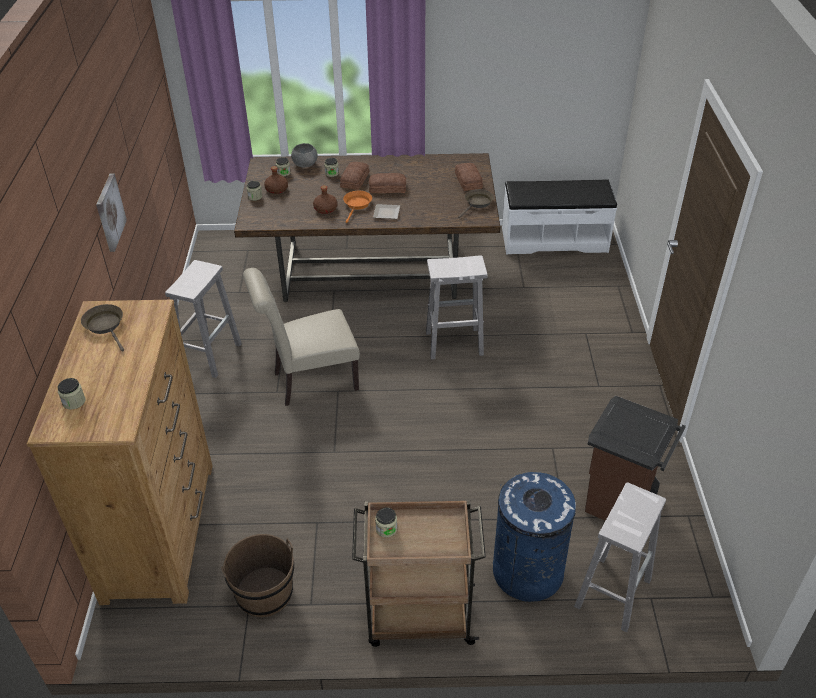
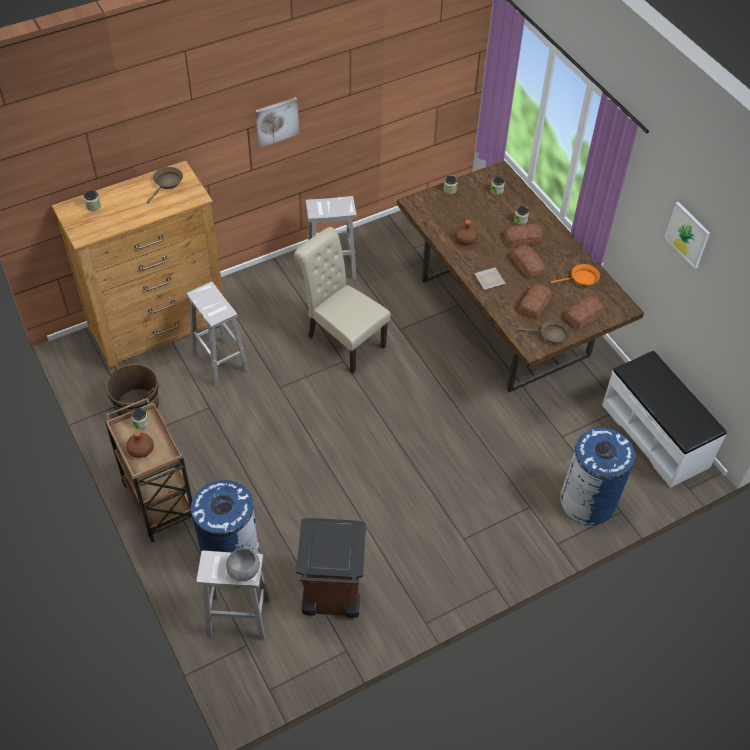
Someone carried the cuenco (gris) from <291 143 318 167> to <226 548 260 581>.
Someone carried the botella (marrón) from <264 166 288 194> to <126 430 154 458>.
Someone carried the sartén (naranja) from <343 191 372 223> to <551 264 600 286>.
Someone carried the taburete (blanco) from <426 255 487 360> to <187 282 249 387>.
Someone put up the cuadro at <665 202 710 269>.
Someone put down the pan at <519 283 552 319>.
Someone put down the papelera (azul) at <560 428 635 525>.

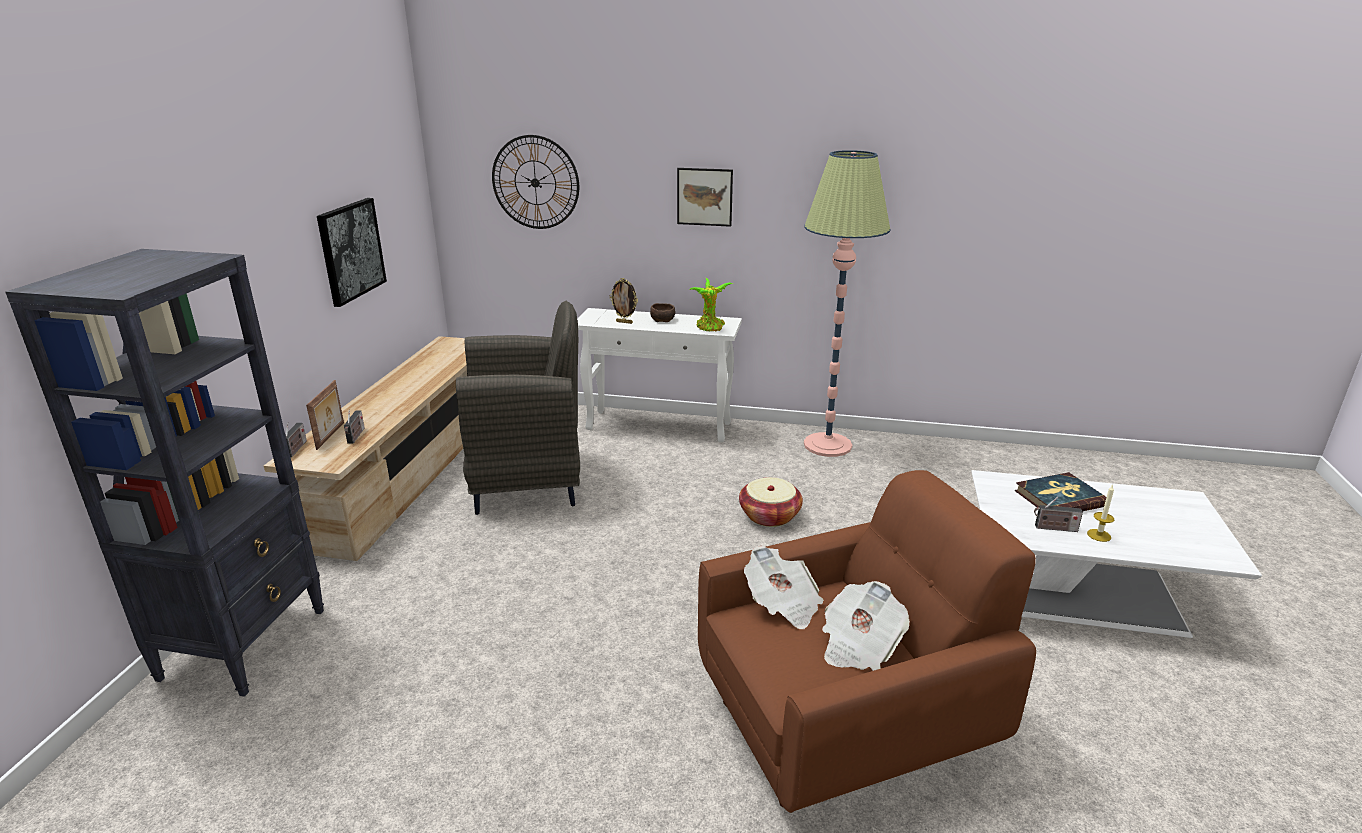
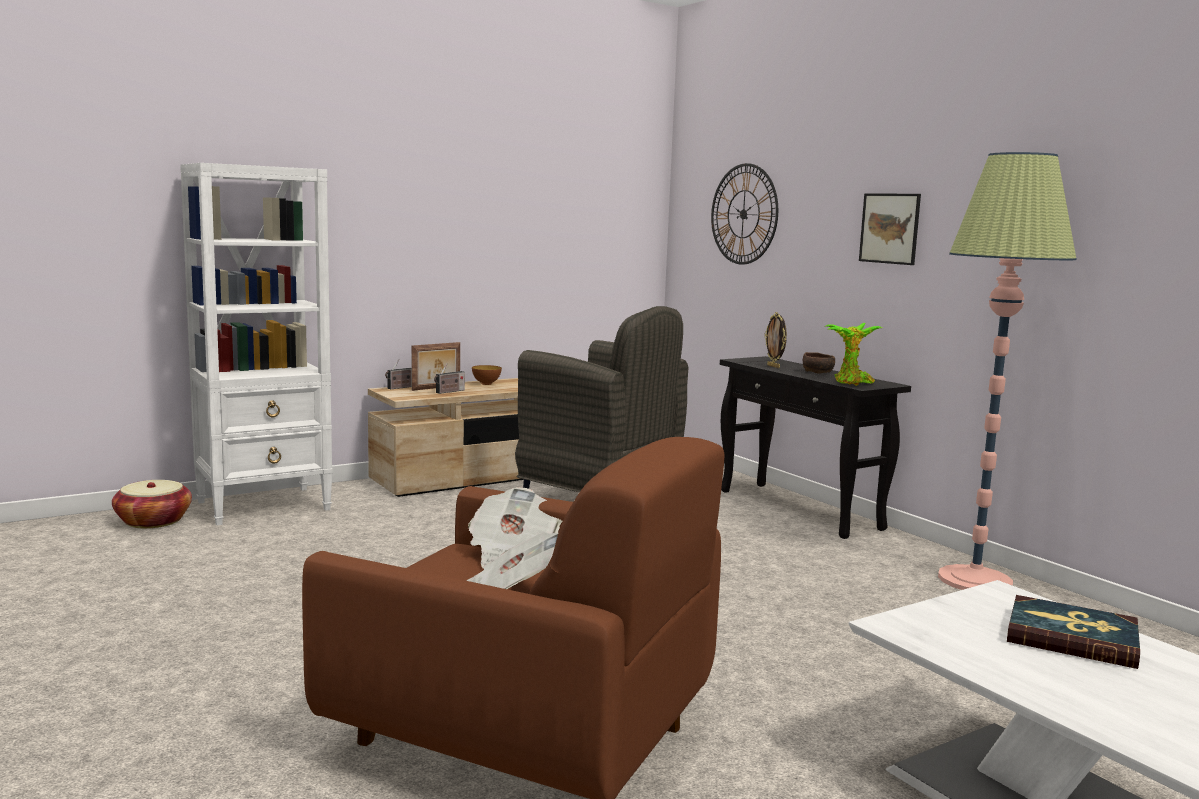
Someone took away the cuadro at <317 198 387 307>.
Someone repainted the estantería (negro) at <5 249 324 697>, which became the estantería (blanco) at <180 163 333 526>.
Someone repainted the mesa consola (blanco) at <577 308 742 443>, which became the mesa consola (negro) at <720 356 911 539>.
Someone carried the cesta from <739 477 803 527> to <112 480 192 528>.
Someone took away the vela at <1087 485 1114 542>.
Someone took away the radio at <1034 497 1083 532>.
Someone put down the cuenco at <472 365 502 385>.

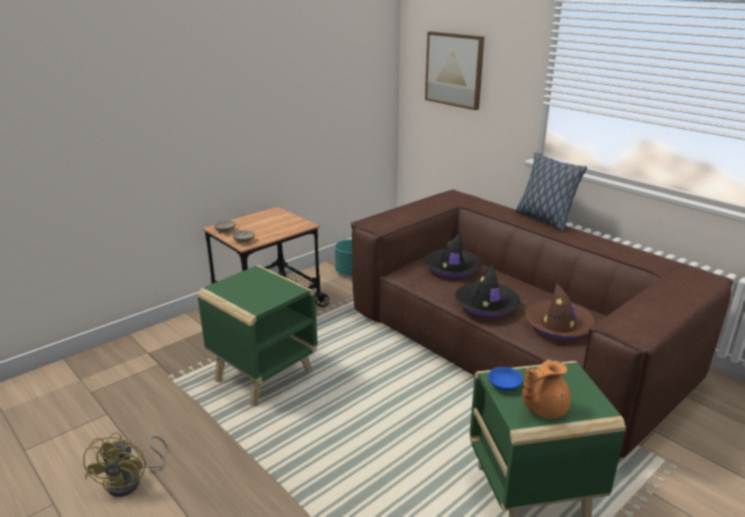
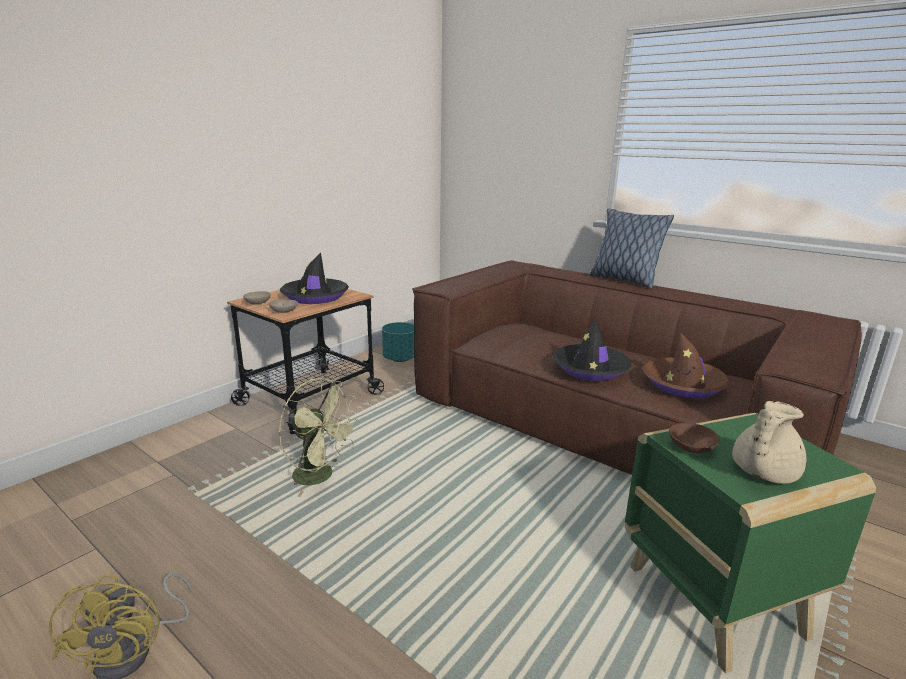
Someone took away the cuadro at <425 31 484 110>.
Someone carried the sombrero (negro) from <424 232 482 278> to <280 253 349 304>.
Someone swapped the mesa auxiliar (verde) at <198 265 318 407> for the ventilador (verde) at <279 378 360 497>.
Someone repainted the tetera (naranja) at <522 360 571 418>, which became the tetera (beis) at <732 401 806 484>.
Someone repainted the cuenco (azul) at <488 367 523 391>, which became the cuenco (marrón) at <669 423 720 454>.

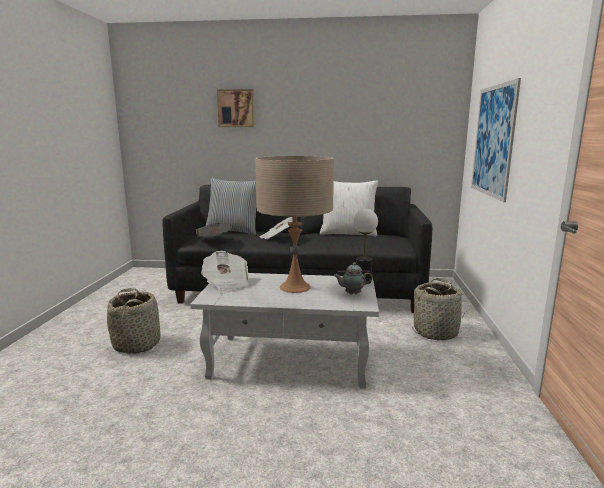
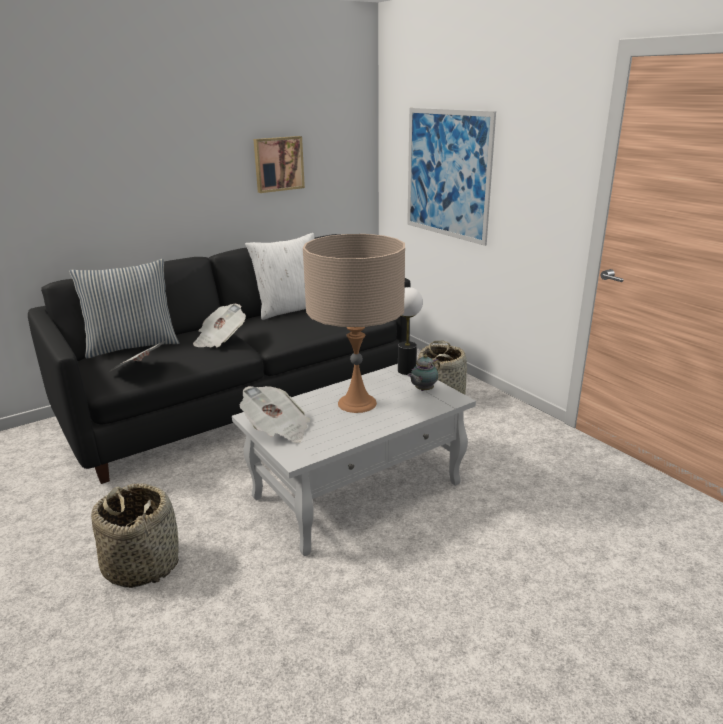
Someone carried the cuadro from <217 89 255 127> to <253 136 305 193>.

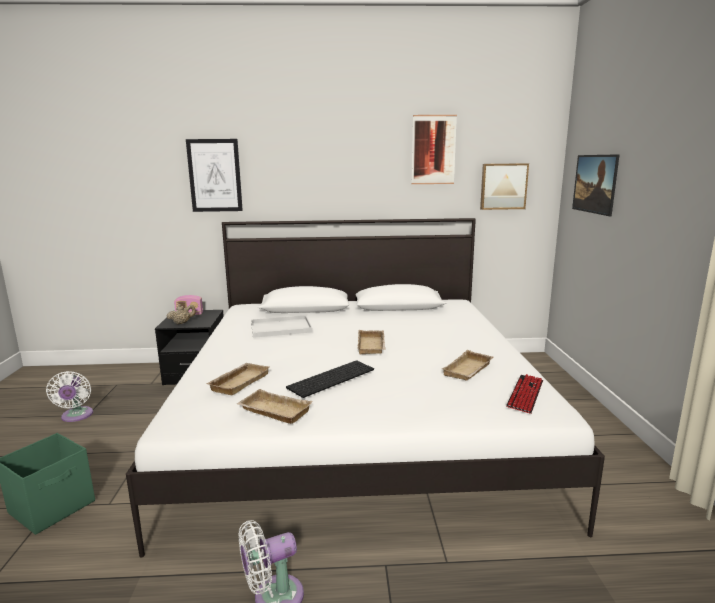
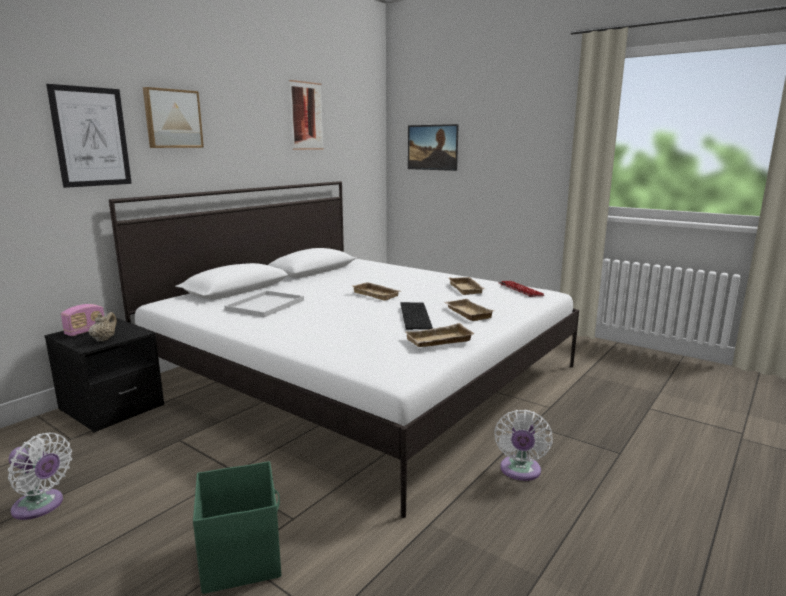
Someone carried the cuadro from <480 163 529 210> to <143 87 204 148>.
Someone carried the bandeja (beis) from <206 363 270 395> to <444 299 495 321>.

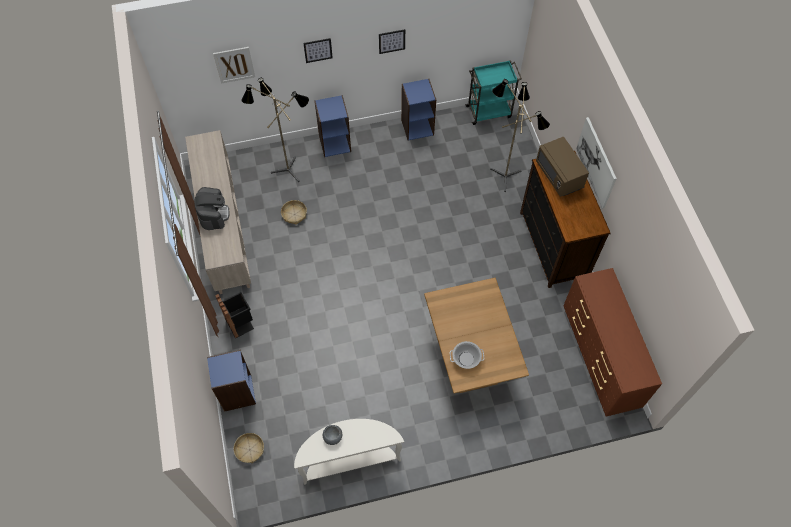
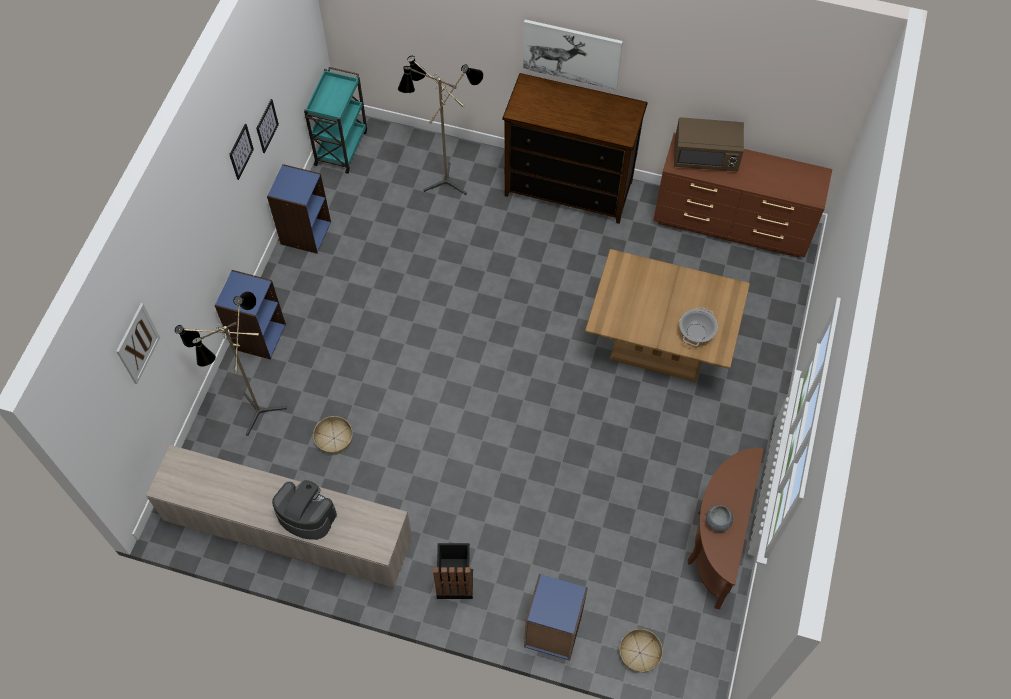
Someone carried the cuadro from <303 38 333 63> to <256 99 279 153>.
Someone carried the microondas (marrón) from <536 137 589 197> to <674 117 744 172>.
Someone repainted the mesa consola (blanco) at <294 419 404 485>, which became the mesa consola (marrón) at <688 448 763 610>.

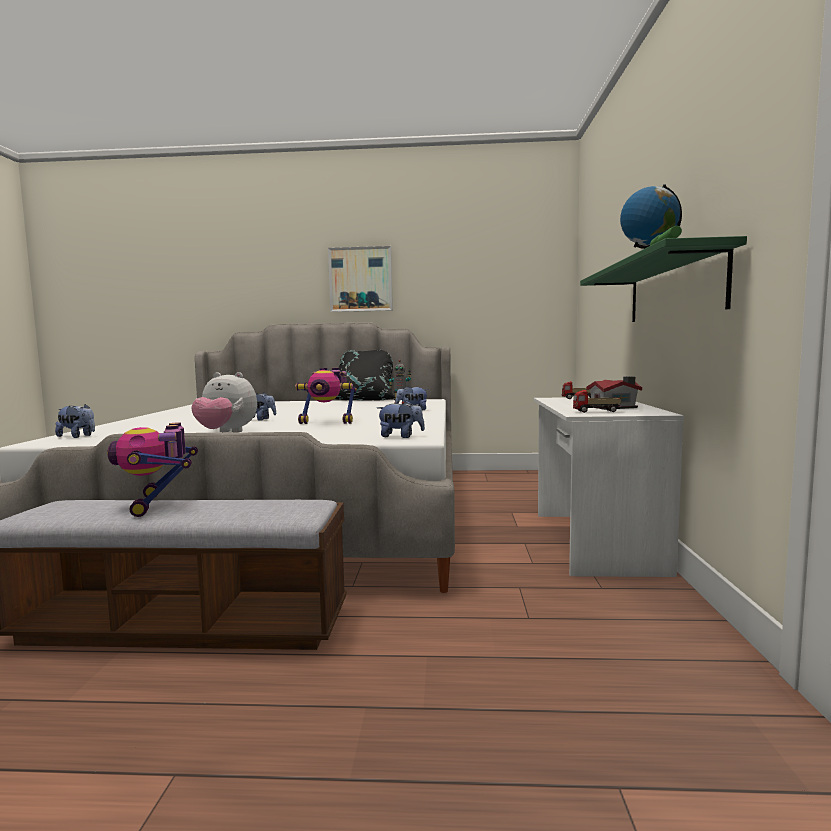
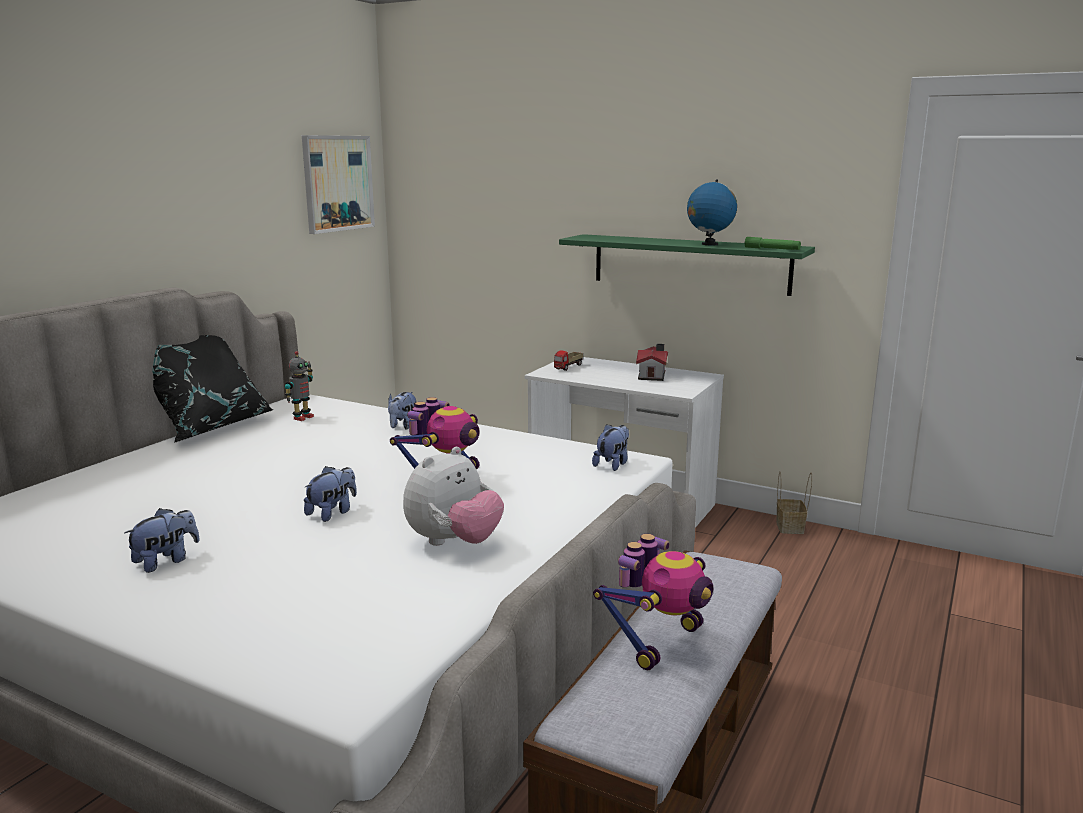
Someone carried the cuadro from <328 246 393 312> to <302 135 375 234>.
Someone took away the camión de juguete at <573 390 621 413>.
Someone carried the peluche from <55 404 95 438> to <124 508 200 573>.
Someone rotated the robot de juguete at <107 422 198 517> by 60 degrees counterclockwise.
Someone put down the cesta at <776 472 812 534>.

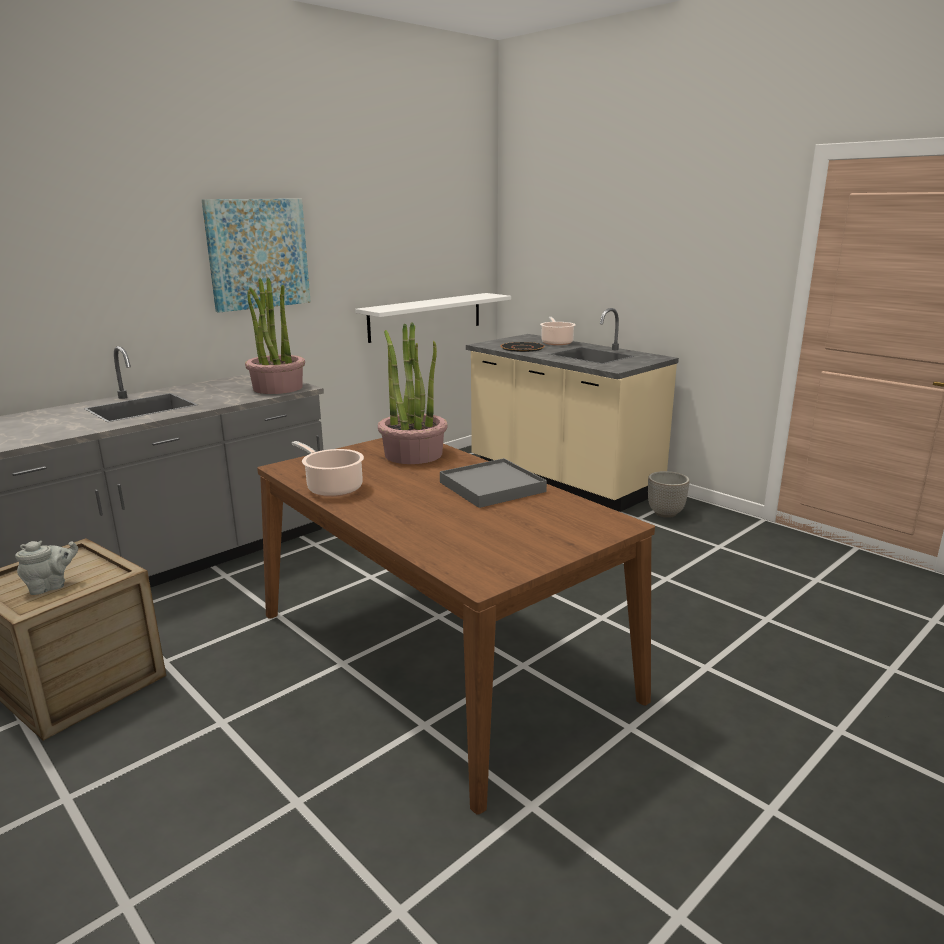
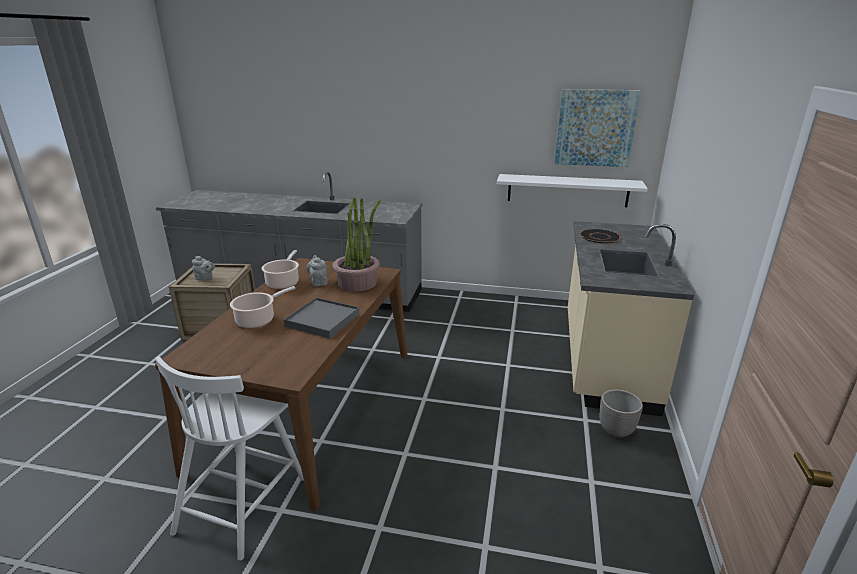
Someone carried the cuadro from <201 199 311 313> to <554 89 640 167>.
Someone took away the planta en maceta at <245 278 305 394>.
Someone carried the olla from <540 317 576 345> to <230 286 296 328>.
Someone put down the tetera (gris) at <306 255 328 286>.
Someone put down the silla (blanco) at <155 356 304 561>.

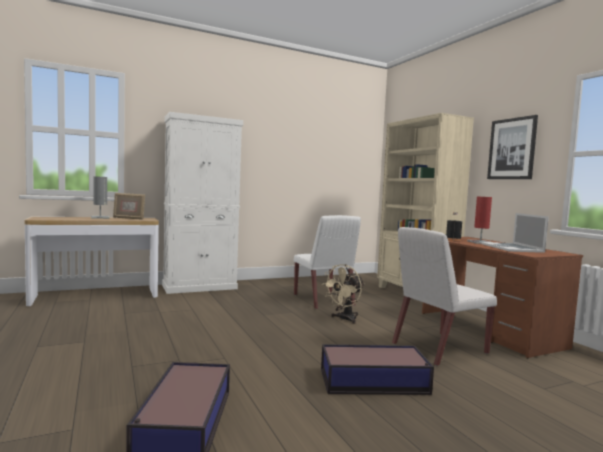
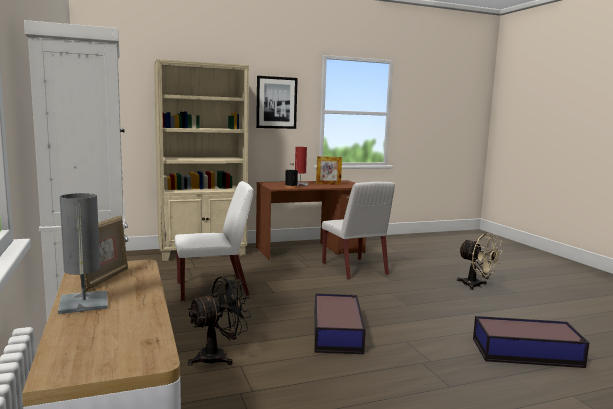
Someone swapped the portátil at <481 213 549 253> for the portarretratos at <316 156 342 185>.
Someone carried the ventilador (beis) from <322 264 364 324> to <457 233 503 290>.
Someone carried the caja de almacenaje from <321 344 434 395> to <314 294 366 354>.
Someone put down the ventilador (negro) at <188 275 251 366>.

